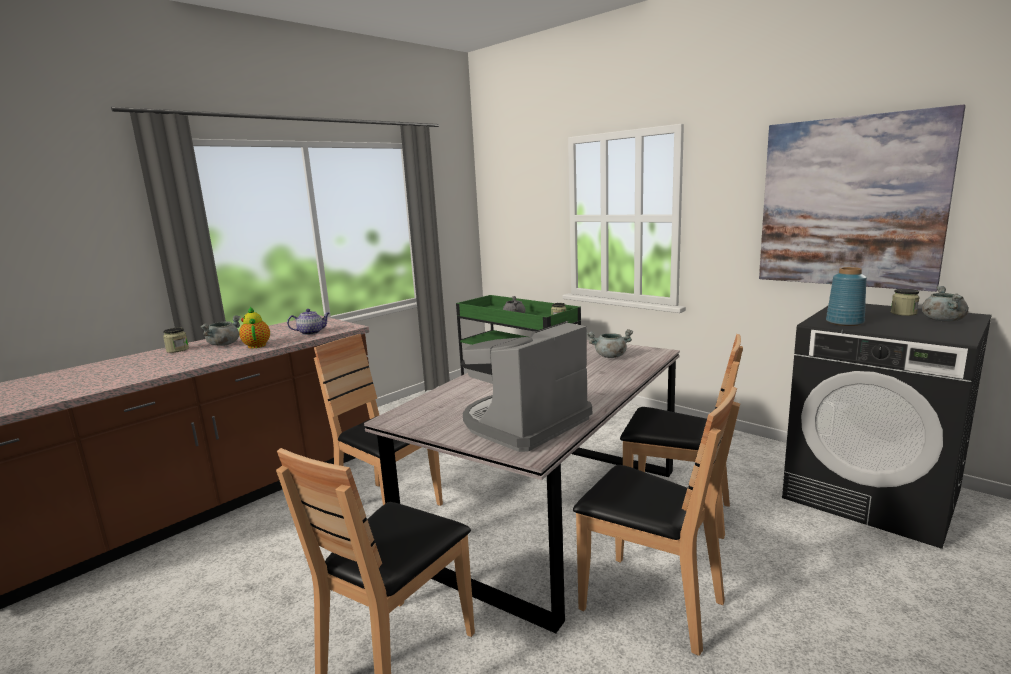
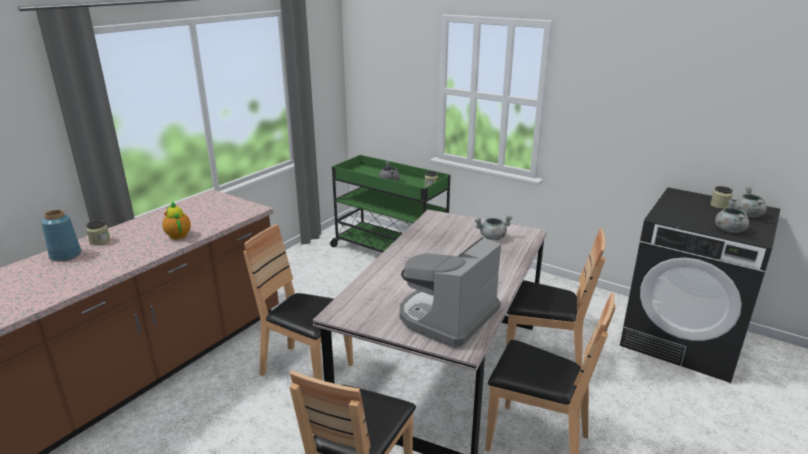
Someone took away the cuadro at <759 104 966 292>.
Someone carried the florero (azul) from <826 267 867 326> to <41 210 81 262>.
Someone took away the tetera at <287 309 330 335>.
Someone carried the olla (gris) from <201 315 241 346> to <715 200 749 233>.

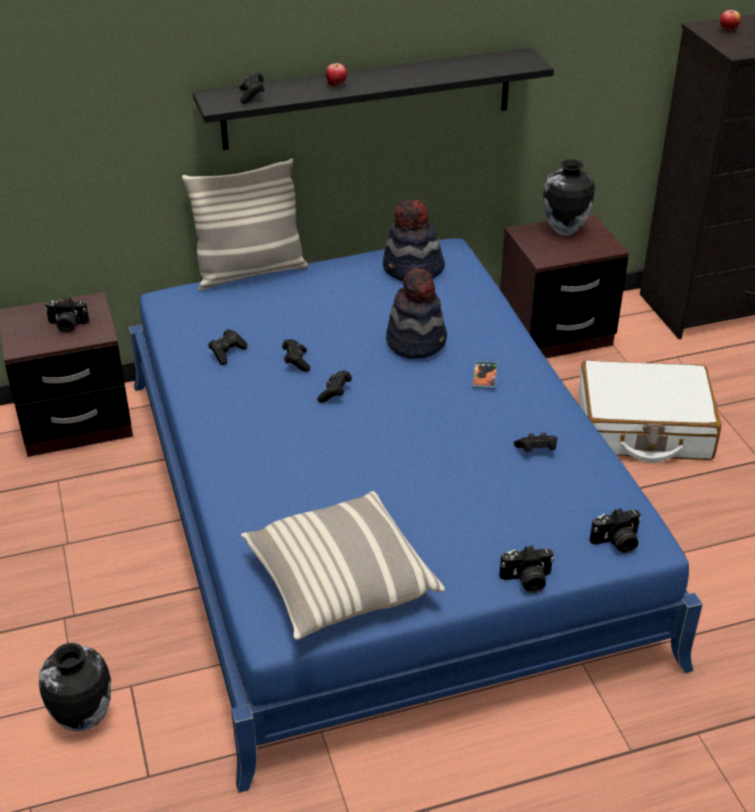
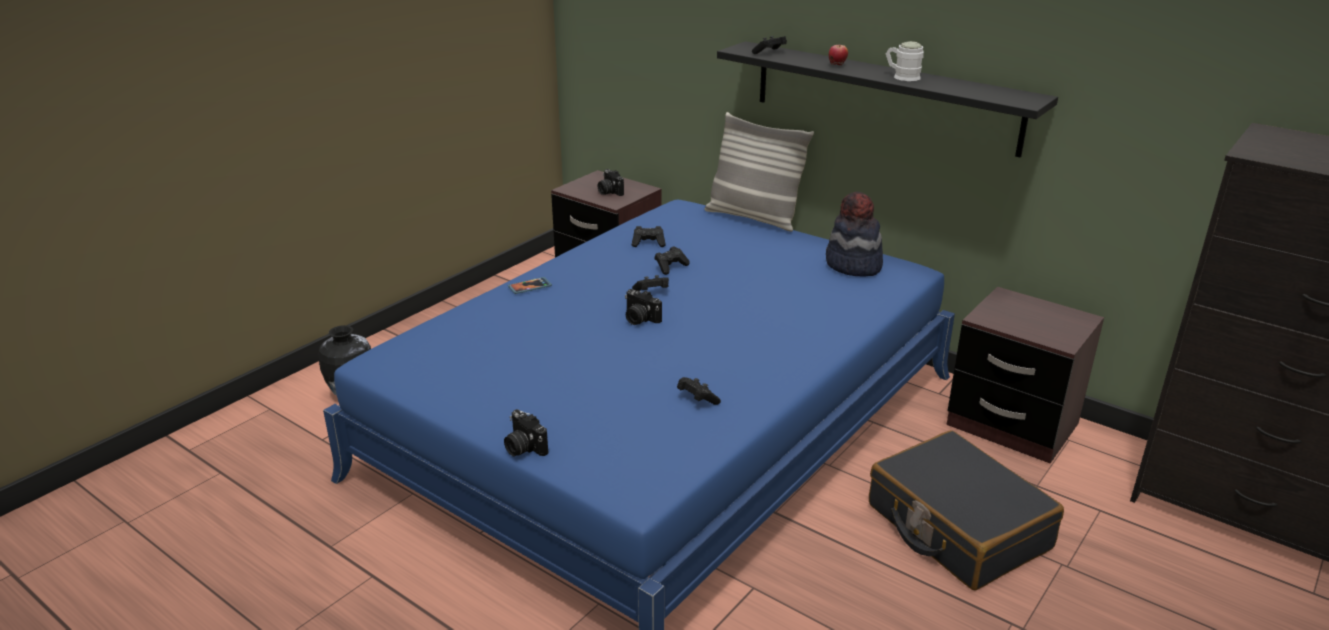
Someone took away the manzana at <720 10 741 32>.
Someone took away the florero at <543 159 595 236>.
Someone took away the sombrero at <386 268 447 359>.
Someone repainted the maleta (blanco) at <579 360 721 463>, which became the maleta (negro) at <869 430 1064 590>.
Someone carried the móvil from <472 361 498 389> to <508 277 552 294>.
Someone took away the cojín at <241 491 445 640>.
Someone carried the cámara from <590 508 641 554> to <625 289 662 325>.
Someone put down the taza grande (blanco) at <886 41 924 81>.

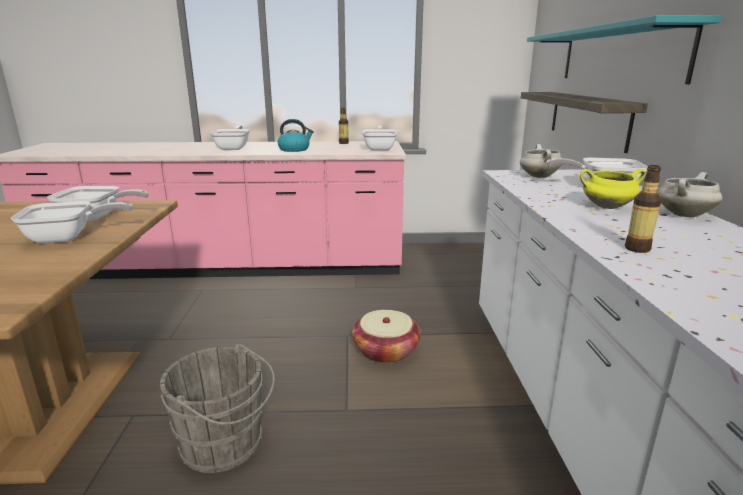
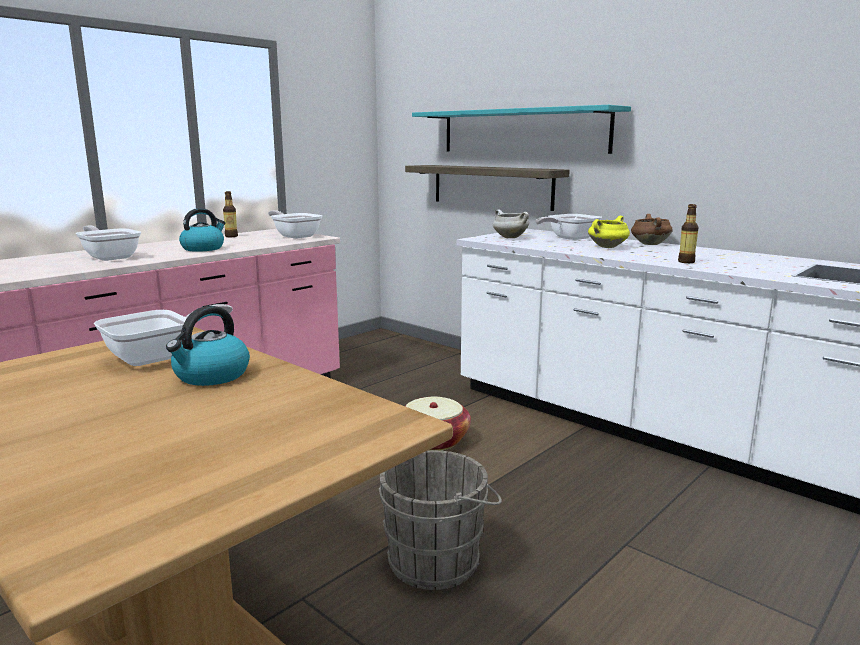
Someone repainted the olla (blanco) at <657 172 722 218>, which became the olla (marrón) at <631 214 673 245>.
Someone swapped the sartén at <10 201 133 243> for the hervidor at <166 306 250 386>.

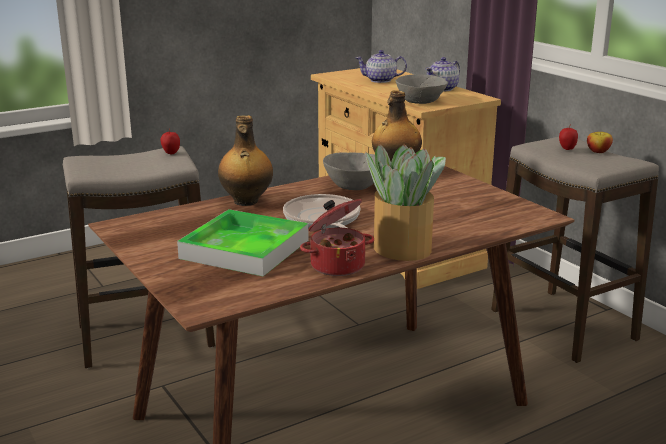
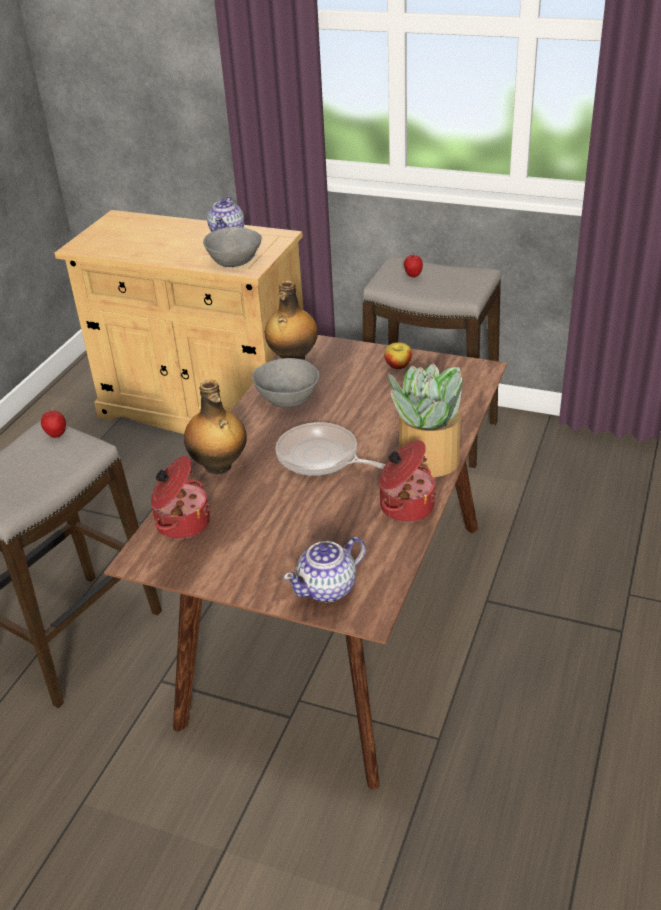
Someone carried the tetera from <356 50 407 83> to <283 537 366 602>.
Someone carried the manzana from <587 132 613 153> to <384 342 412 369>.
Someone took away the bandeja at <177 209 308 276>.
Someone put down the olla at <151 456 210 539>.

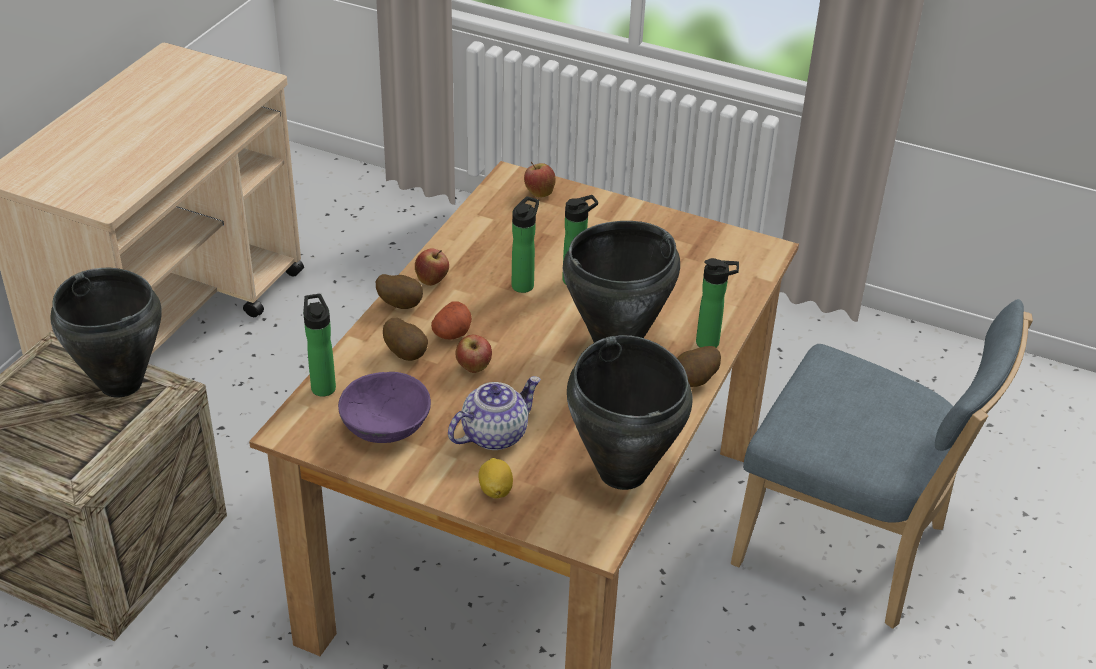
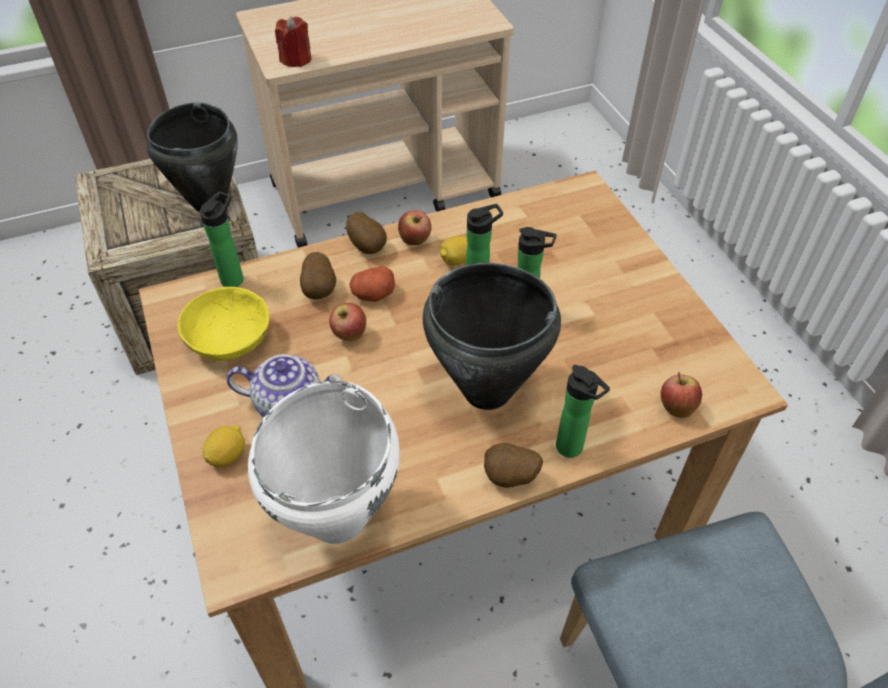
Someone carried the manzana from <524 162 556 198> to <661 372 702 418>.
Someone repainted the olla (negro) at <567 335 693 490>, which became the olla (blanco) at <248 381 400 544>.
Someone repainted the cuenco (morado) at <338 372 431 443>, which became the cuenco (amarillo) at <177 287 269 360>.
Someone put down the vela (rojo) at <275 16 311 67>.
Someone put down the limón at <440 236 468 265>.

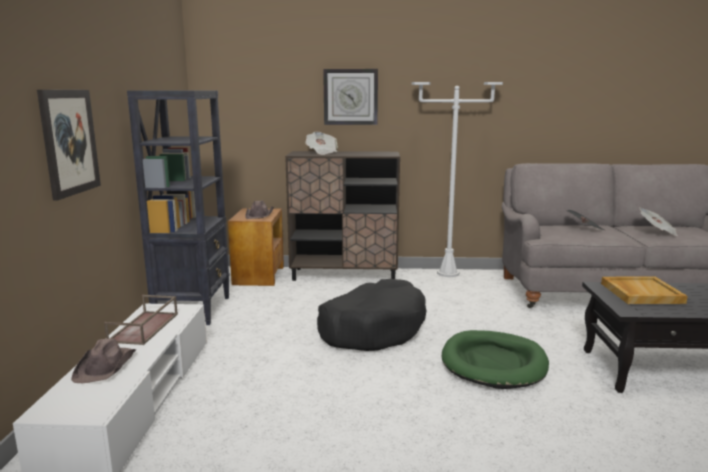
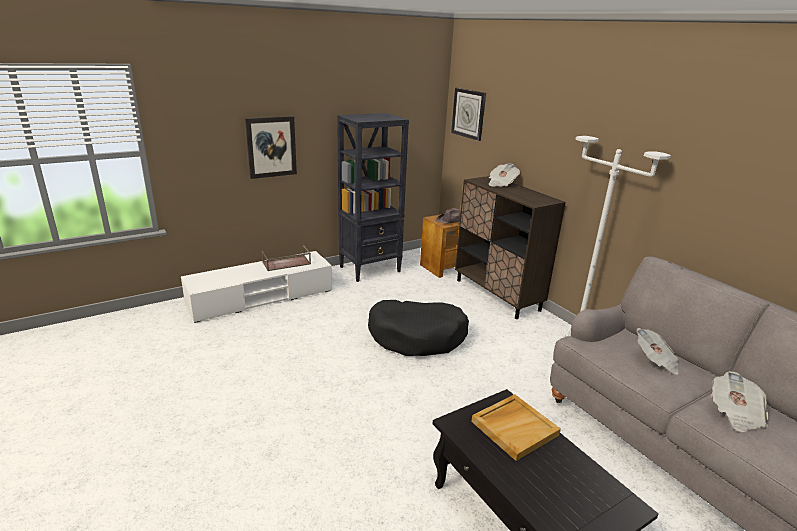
Someone carried the reloj de pared from <323 69 378 125> to <451 88 486 141>.
Someone took away the cama para perro (verde) at <442 330 549 389>.
Someone took away the sombrero (marrón) at <71 338 136 383>.

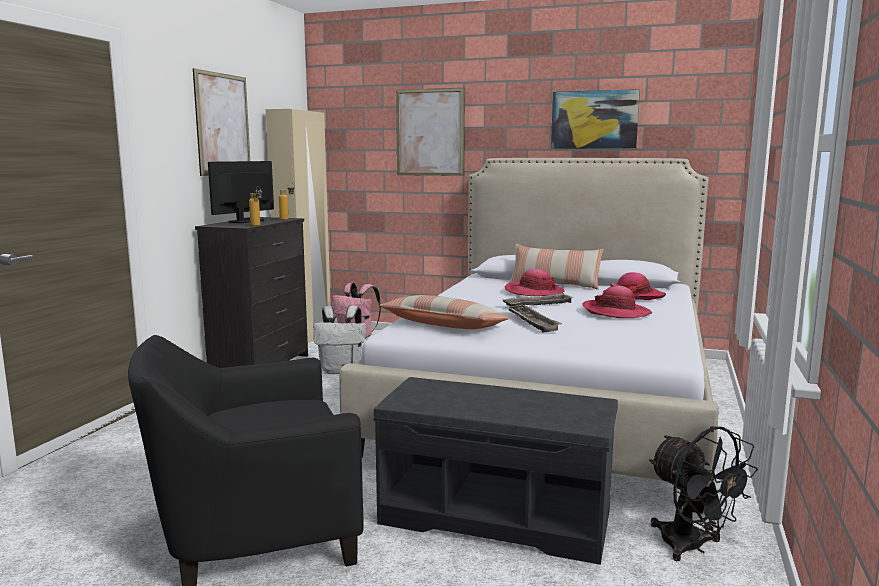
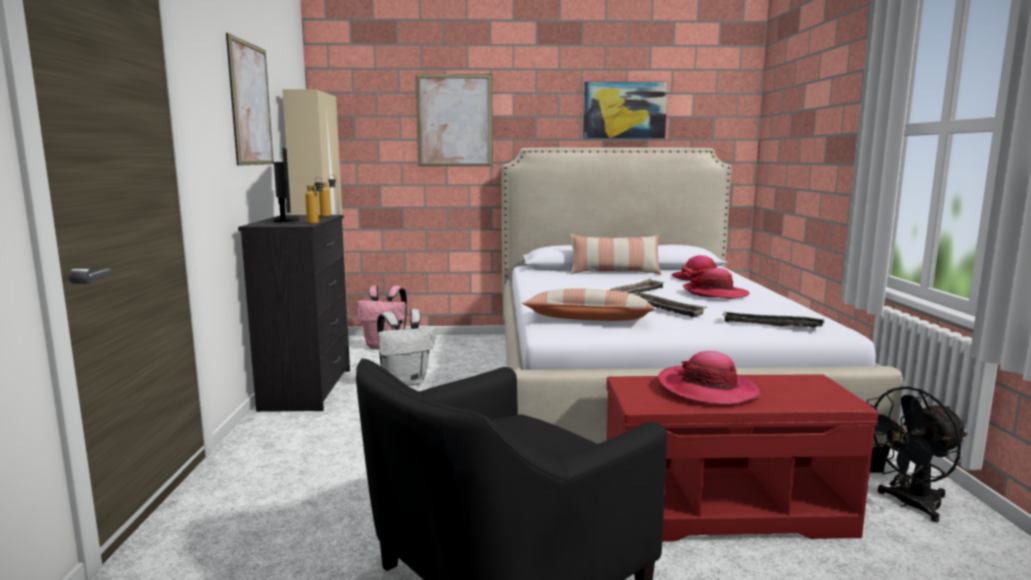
Someone rotated the monitor at <208 161 274 223> by 150 degrees clockwise.
Someone carried the sombrero from <505 269 565 296> to <658 351 760 405>.
Someone repainted the banco (gris) at <374 377 618 565>, which became the banco (rojo) at <606 374 878 542>.
Someone rotated the ventilador (negro) at <649 426 758 561> by 120 degrees clockwise.
Someone put down the bandeja at <722 311 825 327>.

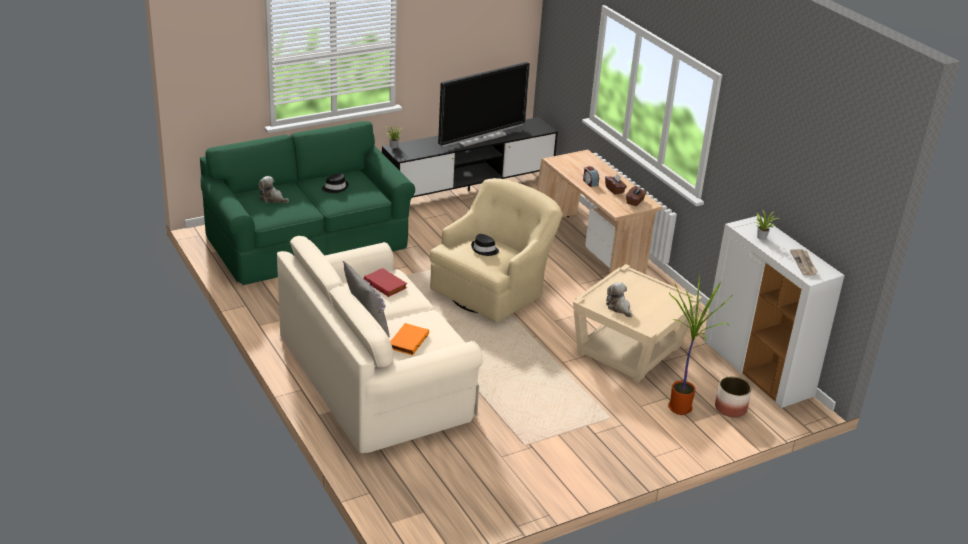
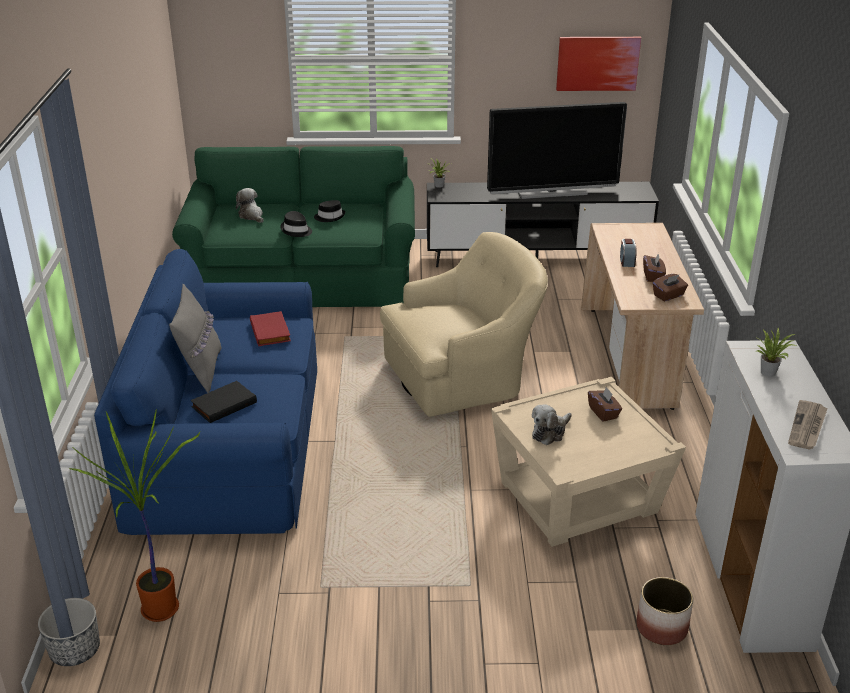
Someone carried the sombrero (negro) from <471 234 499 256> to <280 211 312 237>.
Someone repainted the sofá (beis) at <277 236 483 453>, which became the sofá (azul) at <94 249 317 535>.
Someone carried the planta en maceta from <668 274 733 415> to <69 411 200 622>.
Someone rotated the peluche at <606 282 633 318> by 135 degrees counterclockwise.
Someone repainted the libro (naranja) at <390 323 429 355>, which became the libro (negro) at <191 381 257 423>.
Someone put up the cuadro at <556 37 641 91>.
Someone put down the caja de pañuelos (marrón) at <588 387 622 422>.
Someone put down the maceta at <38 598 100 666>.

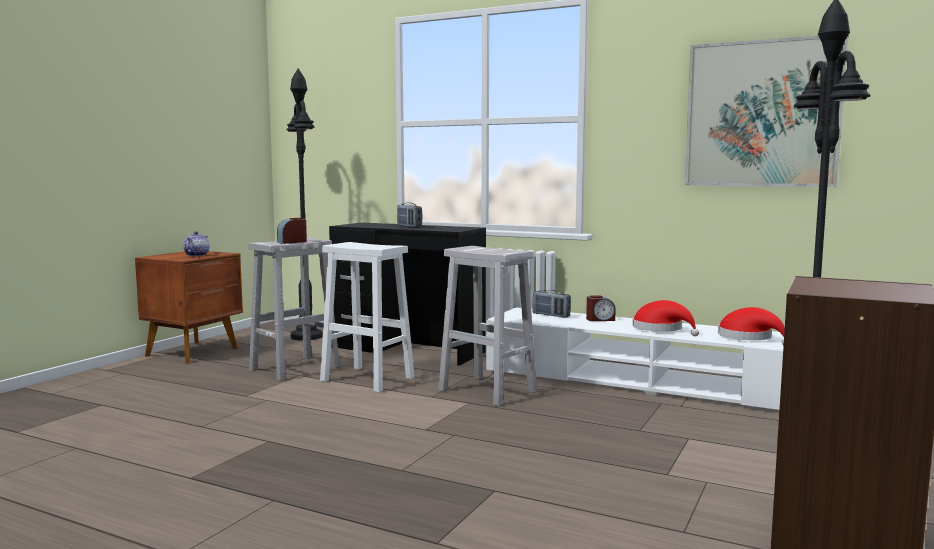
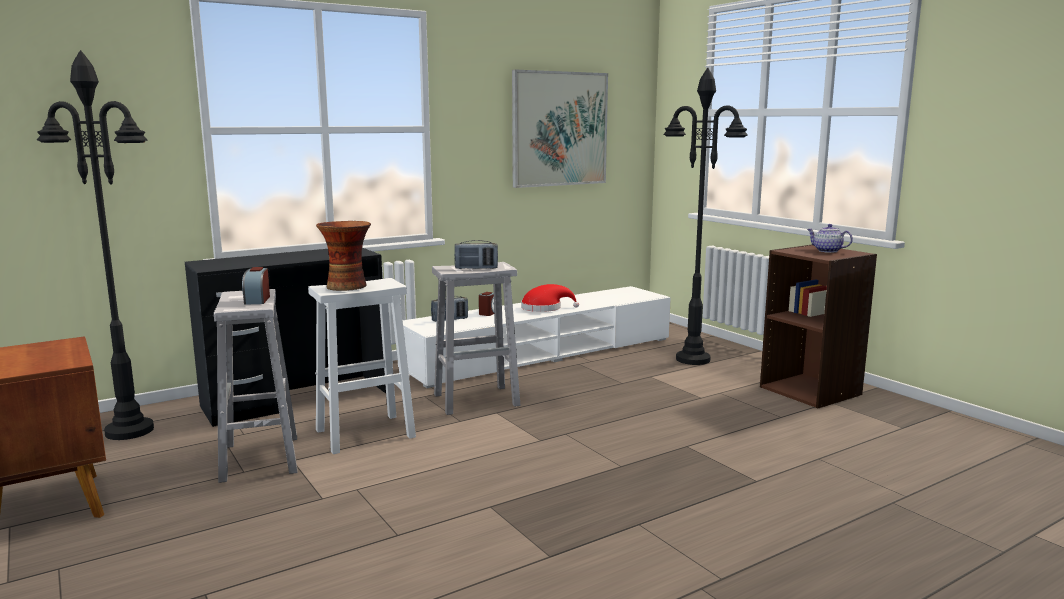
Someone carried the radio from <397 203 422 228> to <455 240 498 269>.
Someone carried the tetera from <183 231 209 256> to <807 224 853 253>.
Someone took away the sombrero (rojo) at <718 307 785 345>.
Someone put down the florero at <316 221 371 291>.

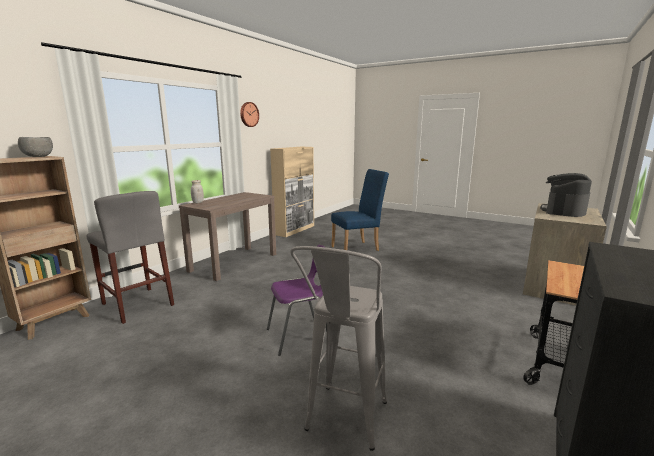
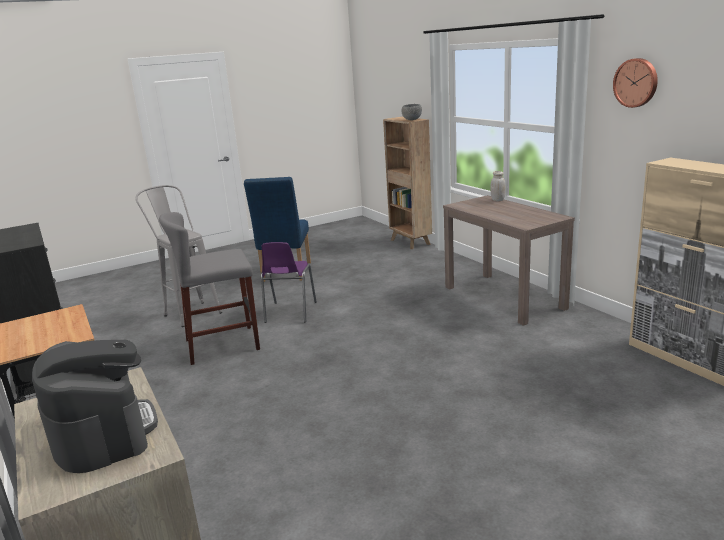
Someone carried the silla (azul) from <331 169 389 251> to <244 177 311 282>.
Someone carried the taburete (gris) from <86 191 174 324> to <159 212 260 365>.

